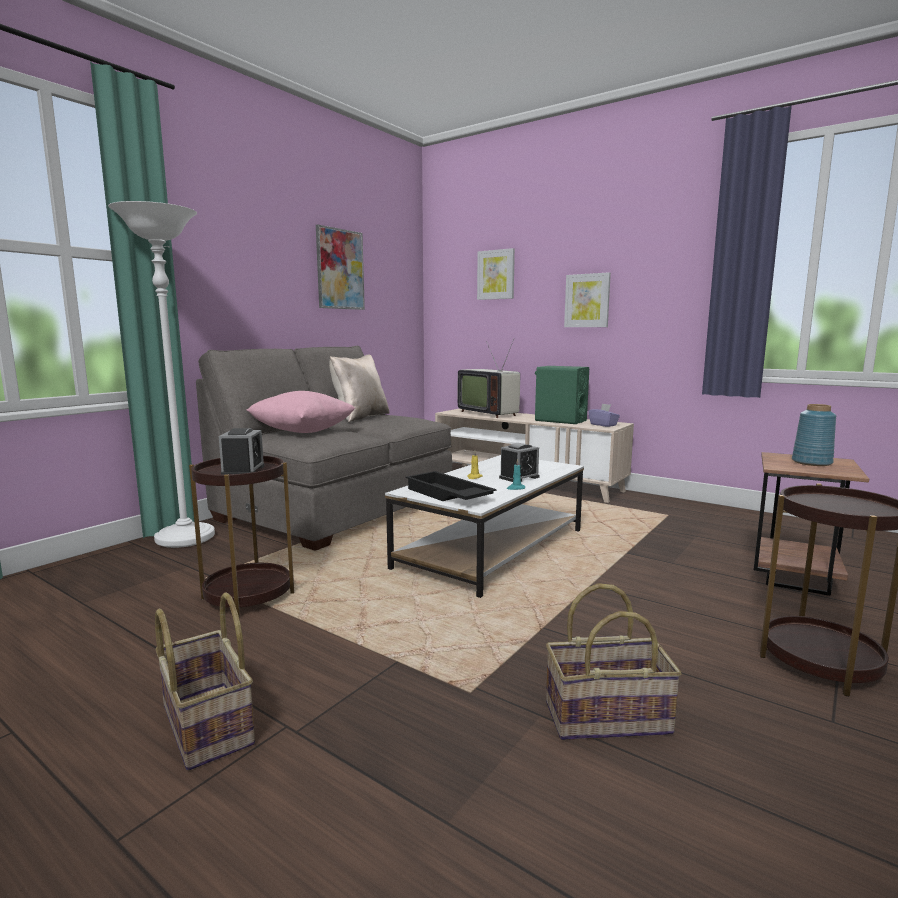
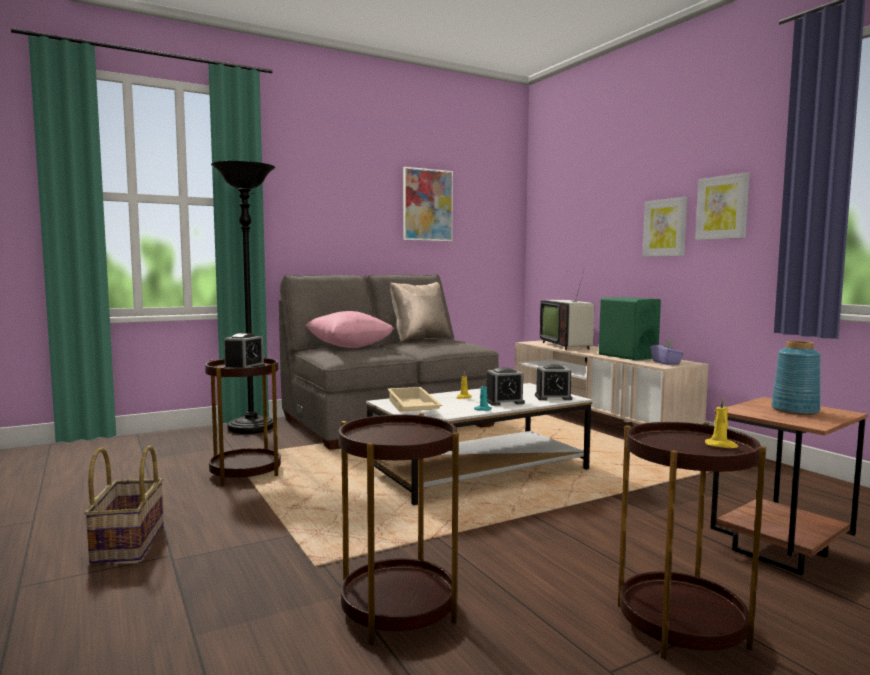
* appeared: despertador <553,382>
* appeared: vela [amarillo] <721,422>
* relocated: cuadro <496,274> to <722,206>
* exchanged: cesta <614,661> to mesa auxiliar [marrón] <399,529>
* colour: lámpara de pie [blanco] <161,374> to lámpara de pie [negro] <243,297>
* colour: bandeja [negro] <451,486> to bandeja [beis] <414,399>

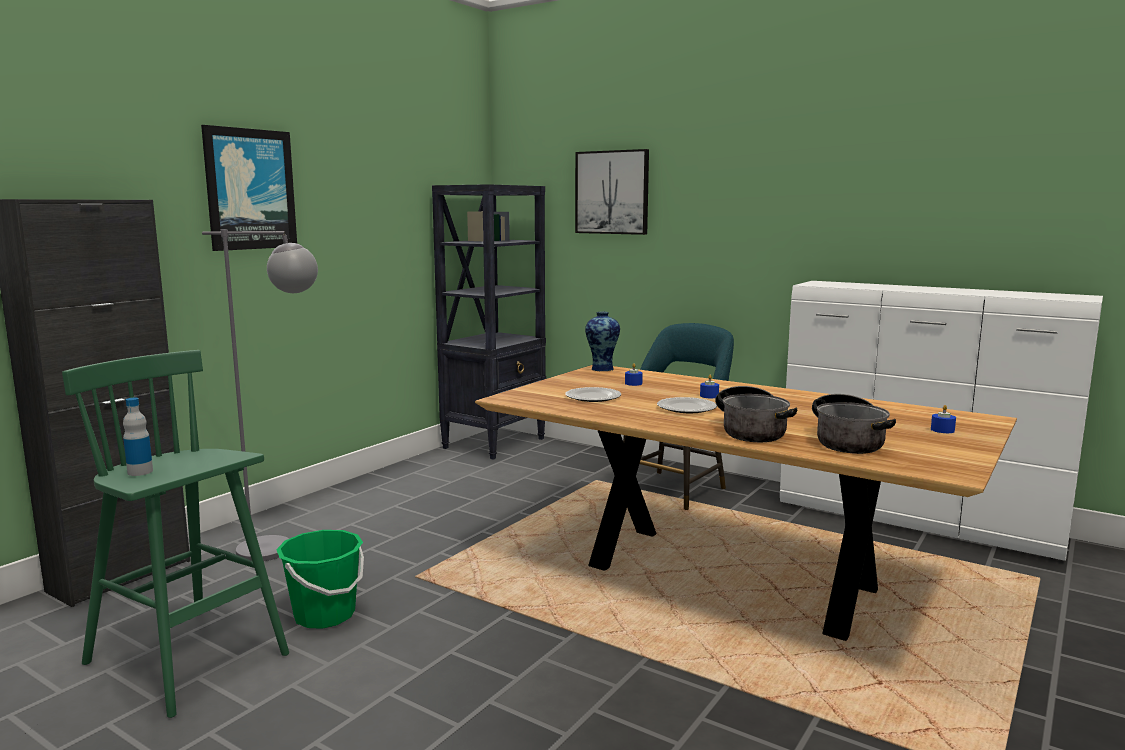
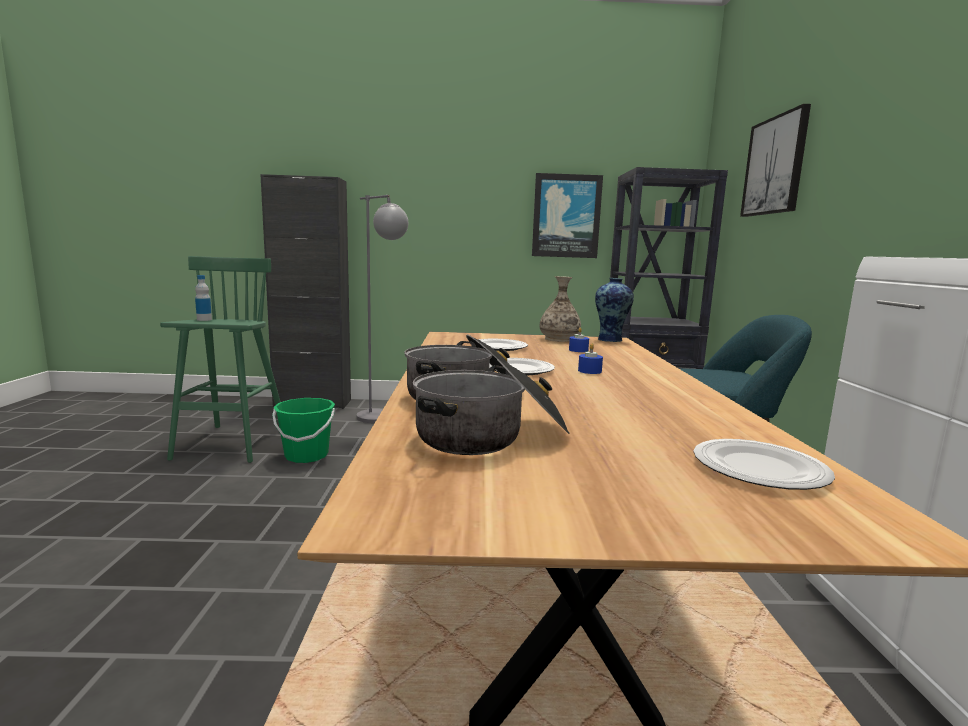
* missing: vela [azul] <943,419>
* appeared: florero <560,309>
* appeared: plato <764,464>
* relocated: cuadro <249,188> to <567,215>

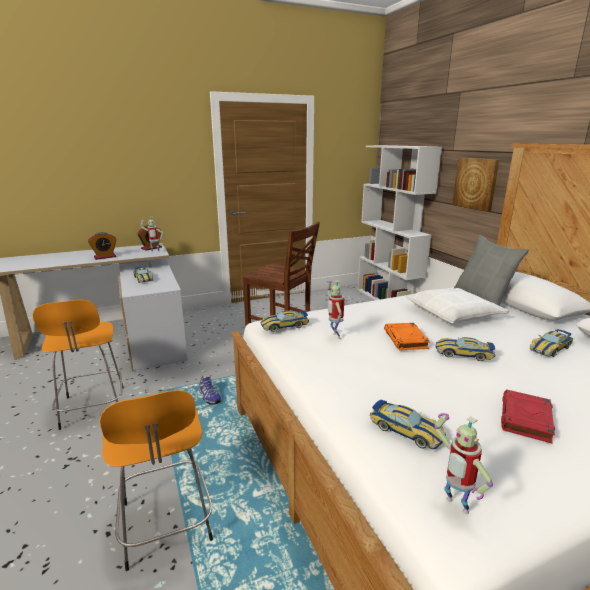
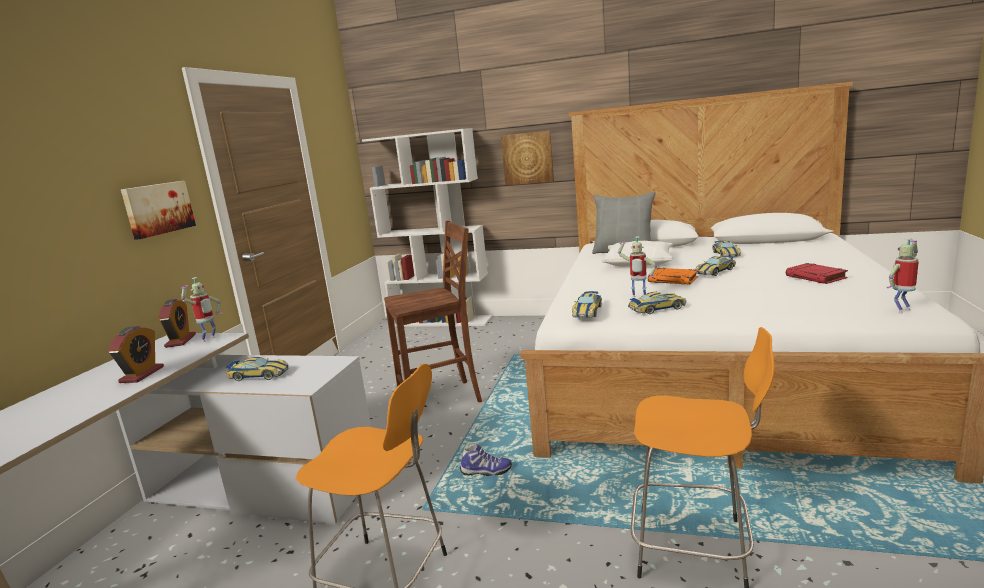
* appeared: cuadro <158,210>
* relocated: coche de juguete <408,424> to <657,303>
* spun: robot de juguete <464,463> = <903,276> 150 degrees clockwise

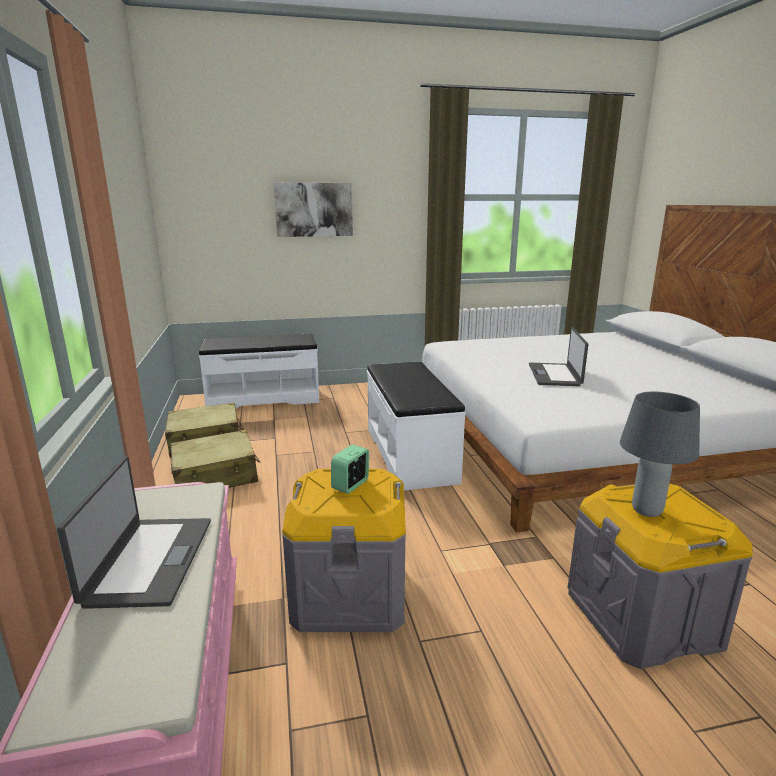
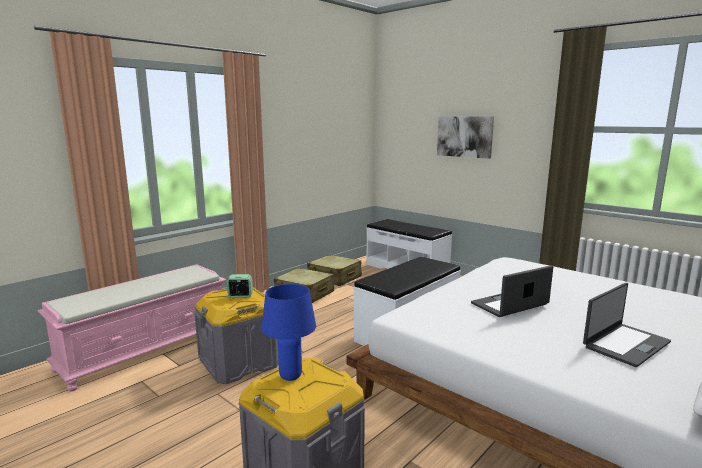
* relocated: portátil <134,532> to <627,325>
* colour: lámpara de mesa [gris] <660,454> to lámpara de mesa [azul] <288,332>

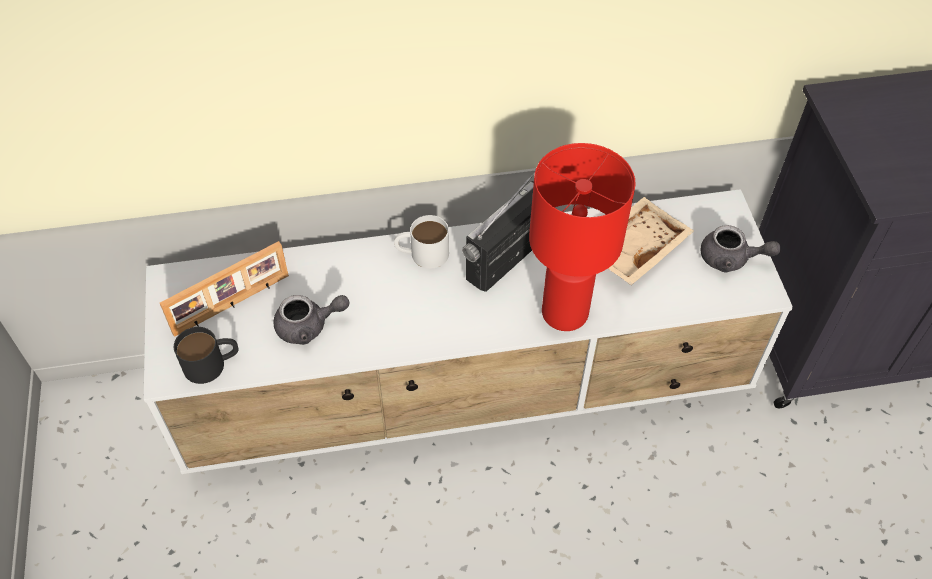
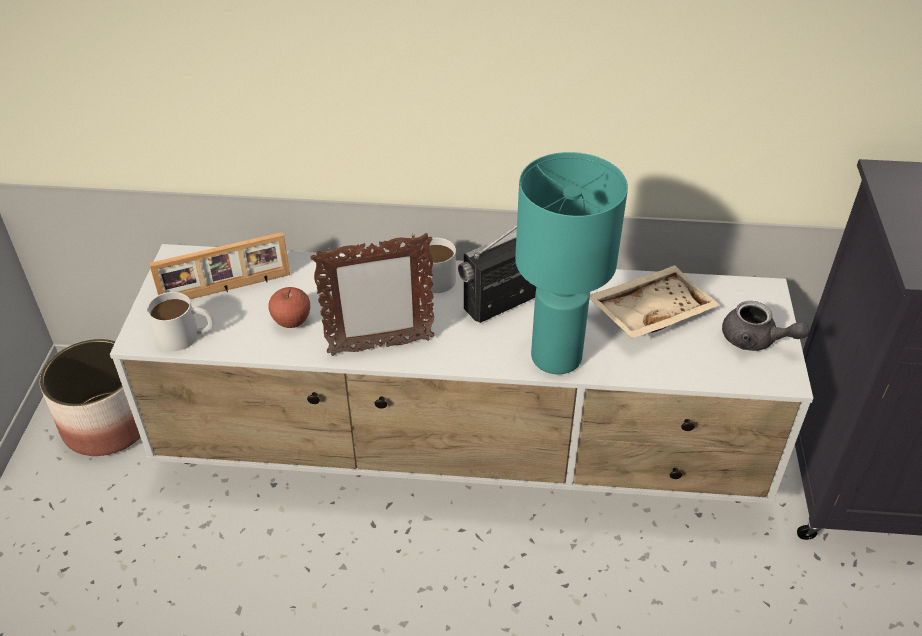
* appeared: maceta <90,397>
* appeared: portarretratos <373,294>
* exchanged: tetera [gris] <312,320> to manzana <289,307>
* colour: taza grande [negro] <206,355> to taza grande [blanco] <180,321>
* colour: lámpara de mesa [rojo] <582,237> to lámpara de mesa [turquesa] <571,263>

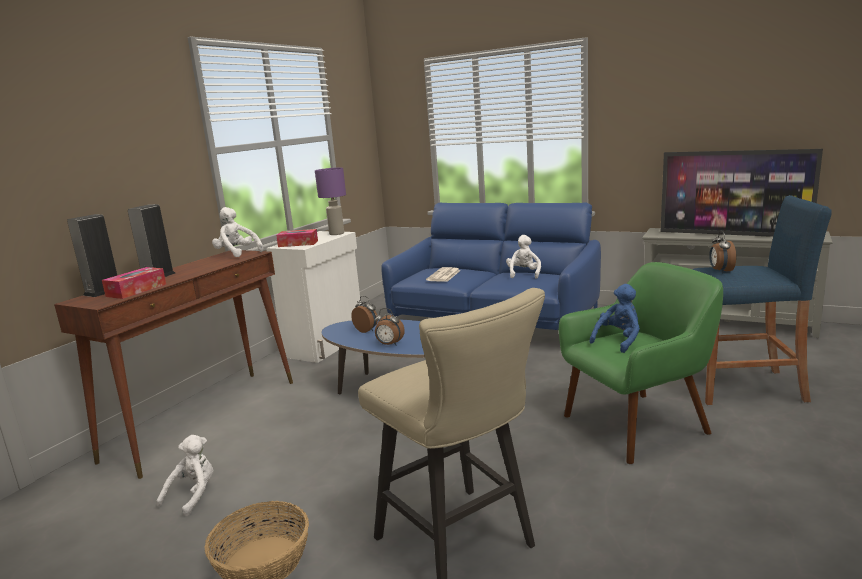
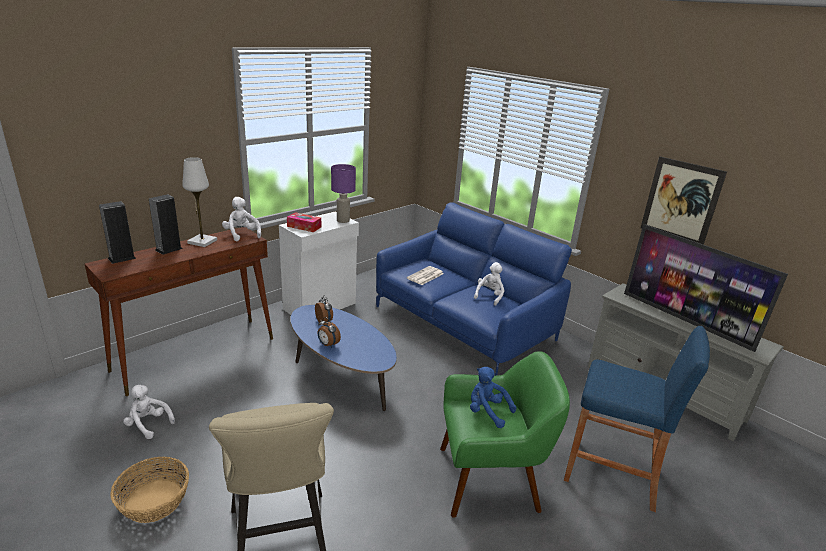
* missing: caja de pañuelos <134,283>
* missing: despertador <722,252>
* appeared: lámpara de mesa [blanco] <199,202>
* appeared: cuadro <684,200>
* spun: peluche [blanco] <184,475> = <149,412> 105 degrees counterclockwise
* spun: peluche [azul] <614,318> = <493,397> 120 degrees counterclockwise

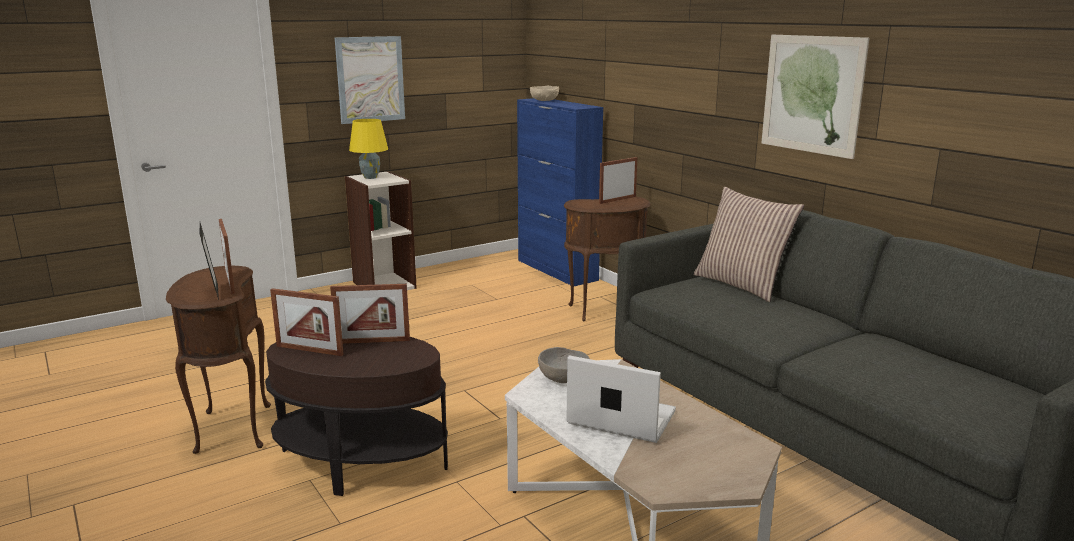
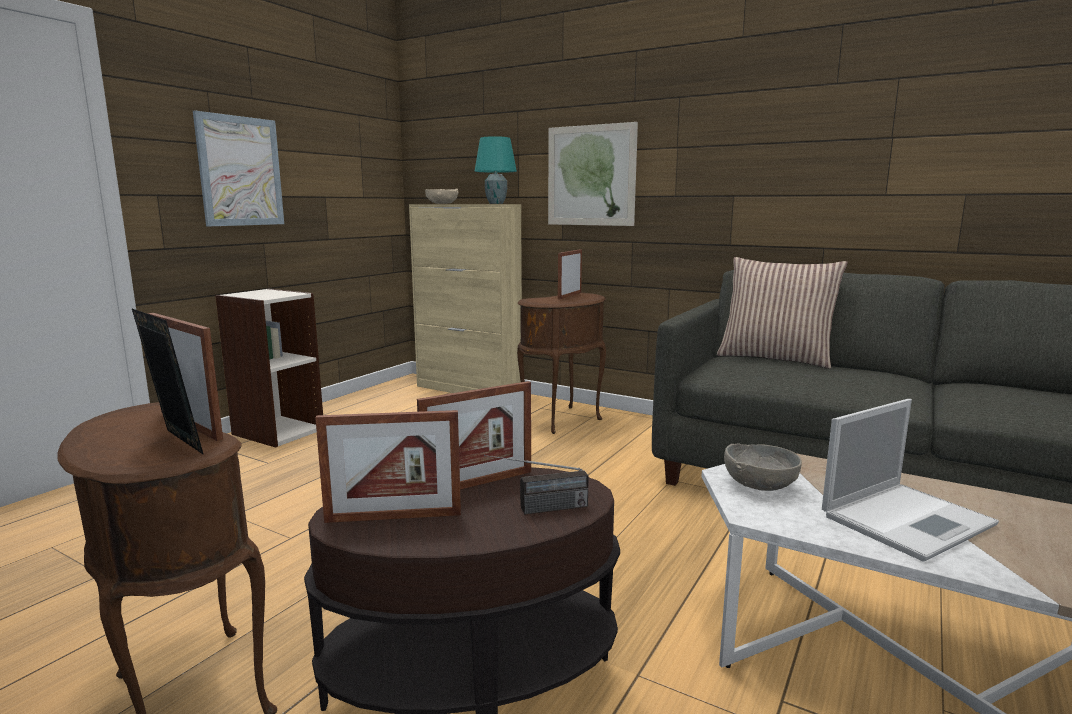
* missing: lámpara de mesa [amarillo] <368,149>
* appeared: lámpara de mesa [turquesa] <496,170>
* appeared: radio <536,484>
* relocated: cuadro <815,97> to <593,174>
* colour: armario [azul] <560,192> to armario [beis] <465,298>
* spun: portátil <621,399> = <910,480> 150 degrees clockwise

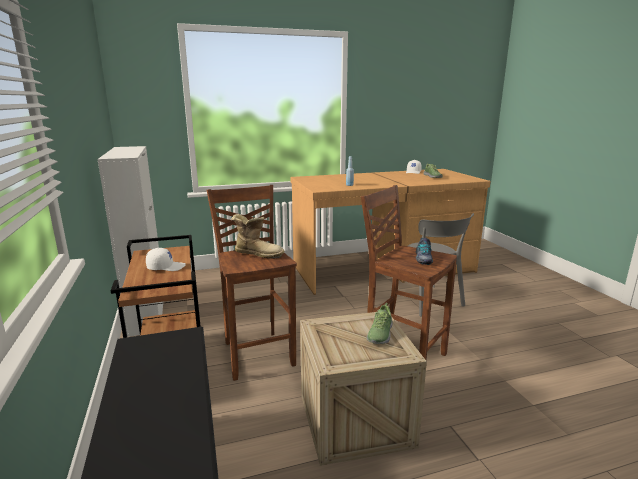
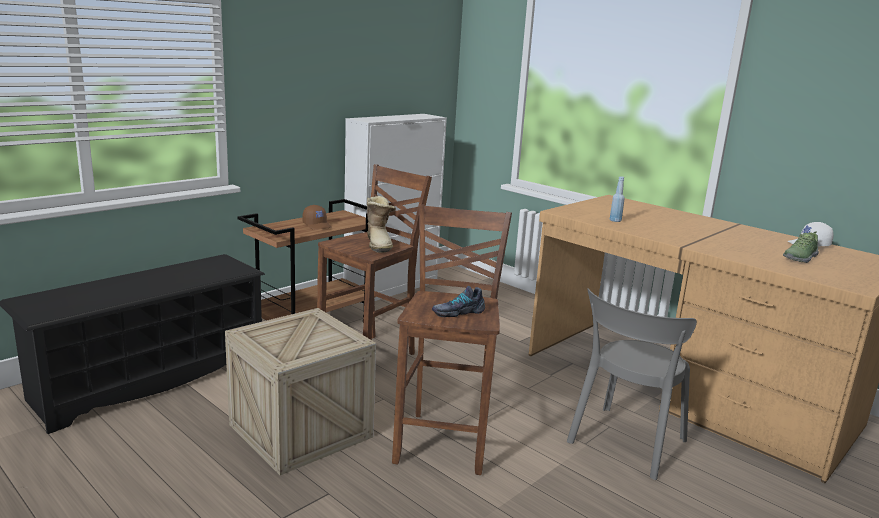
* missing: zapato <380,323>
* colour: gorra [blanco] <166,259> to gorra [marrón] <317,217>

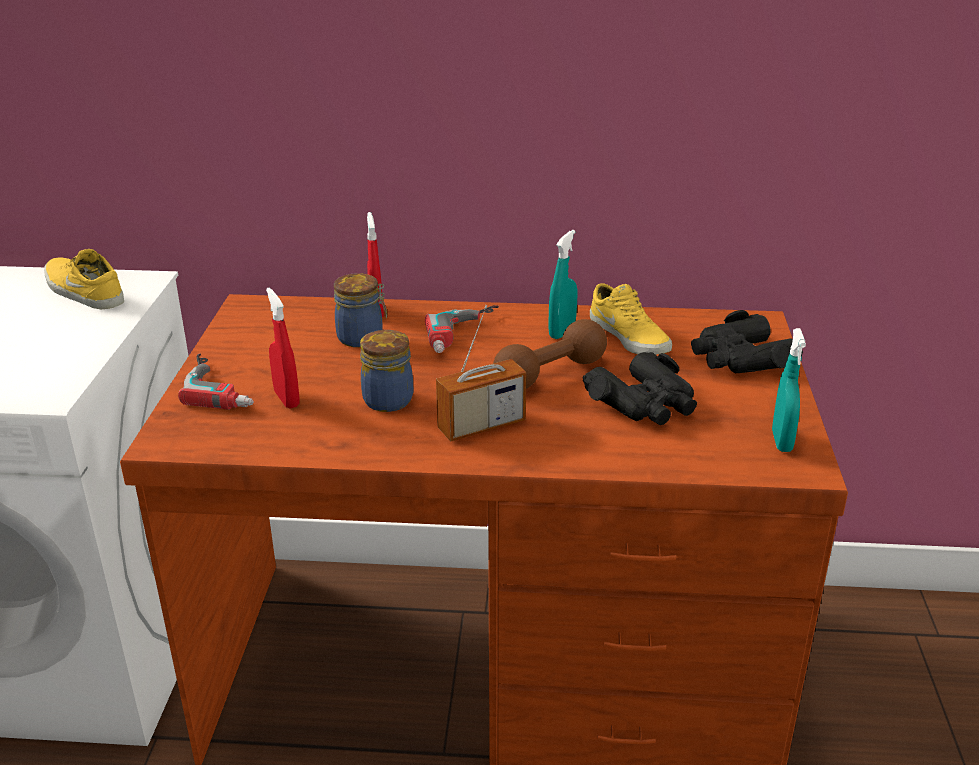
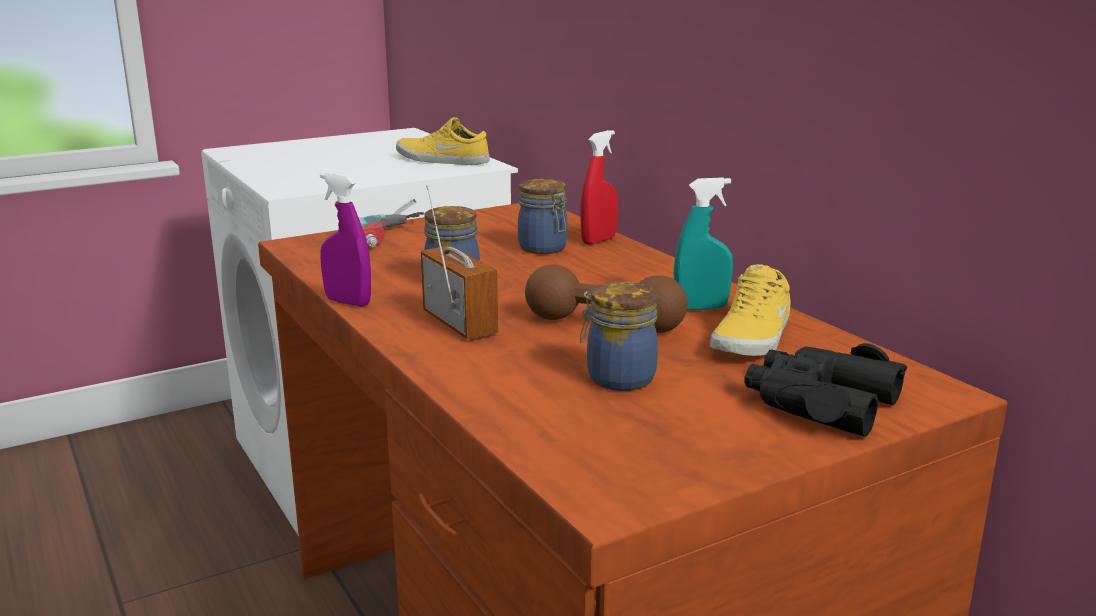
* missing: pulverizador [rojo] <283,348>
* missing: taladro <462,329>
* missing: pulverizador [turquesa] <789,390>
* appeared: pulverizador [morado] <345,239>
* exchanged: prismáticos [negro] <640,388> to tarro <619,336>
* spun: zapato [amarillo] <84,279> = <443,141> 75 degrees counterclockwise
* spun: radio <481,373> = <459,262> 150 degrees counterclockwise

